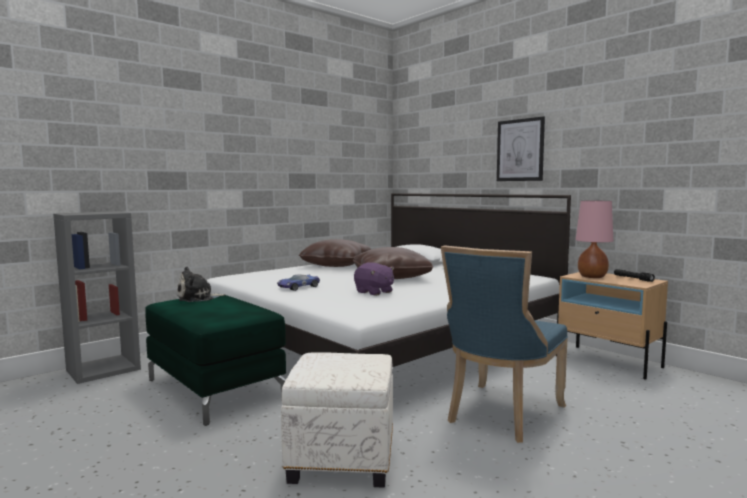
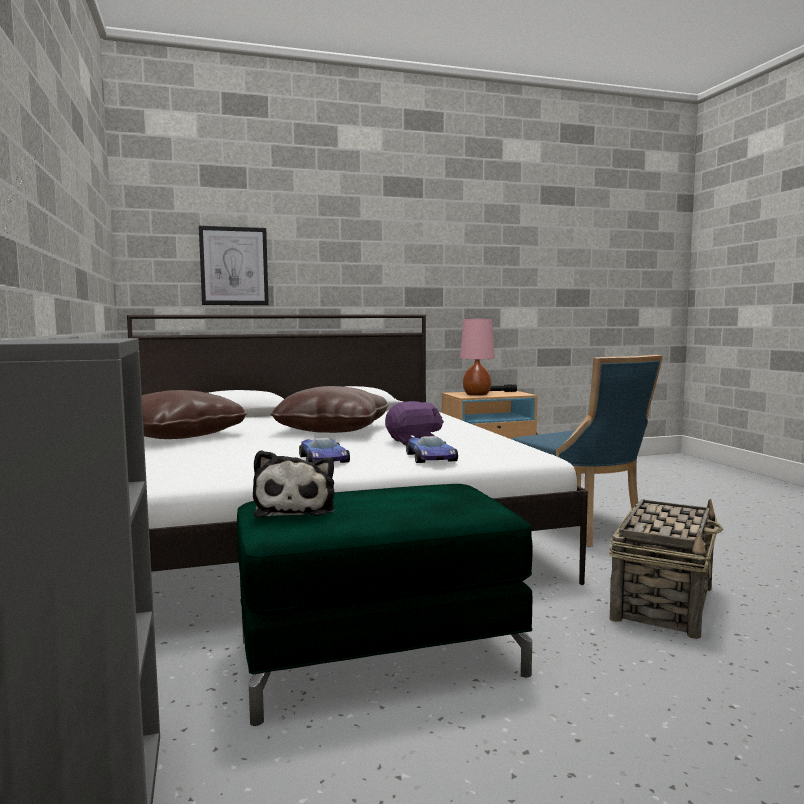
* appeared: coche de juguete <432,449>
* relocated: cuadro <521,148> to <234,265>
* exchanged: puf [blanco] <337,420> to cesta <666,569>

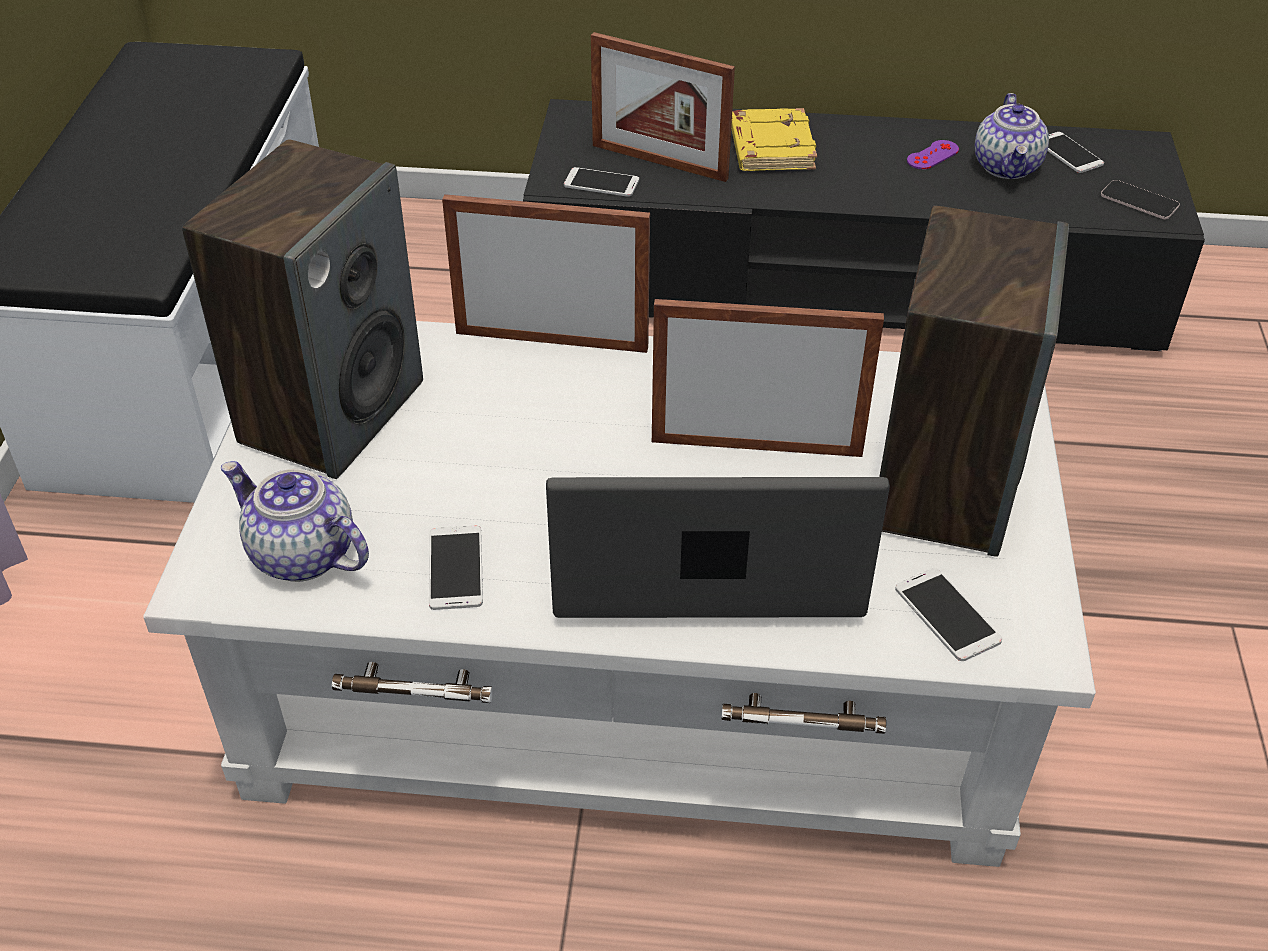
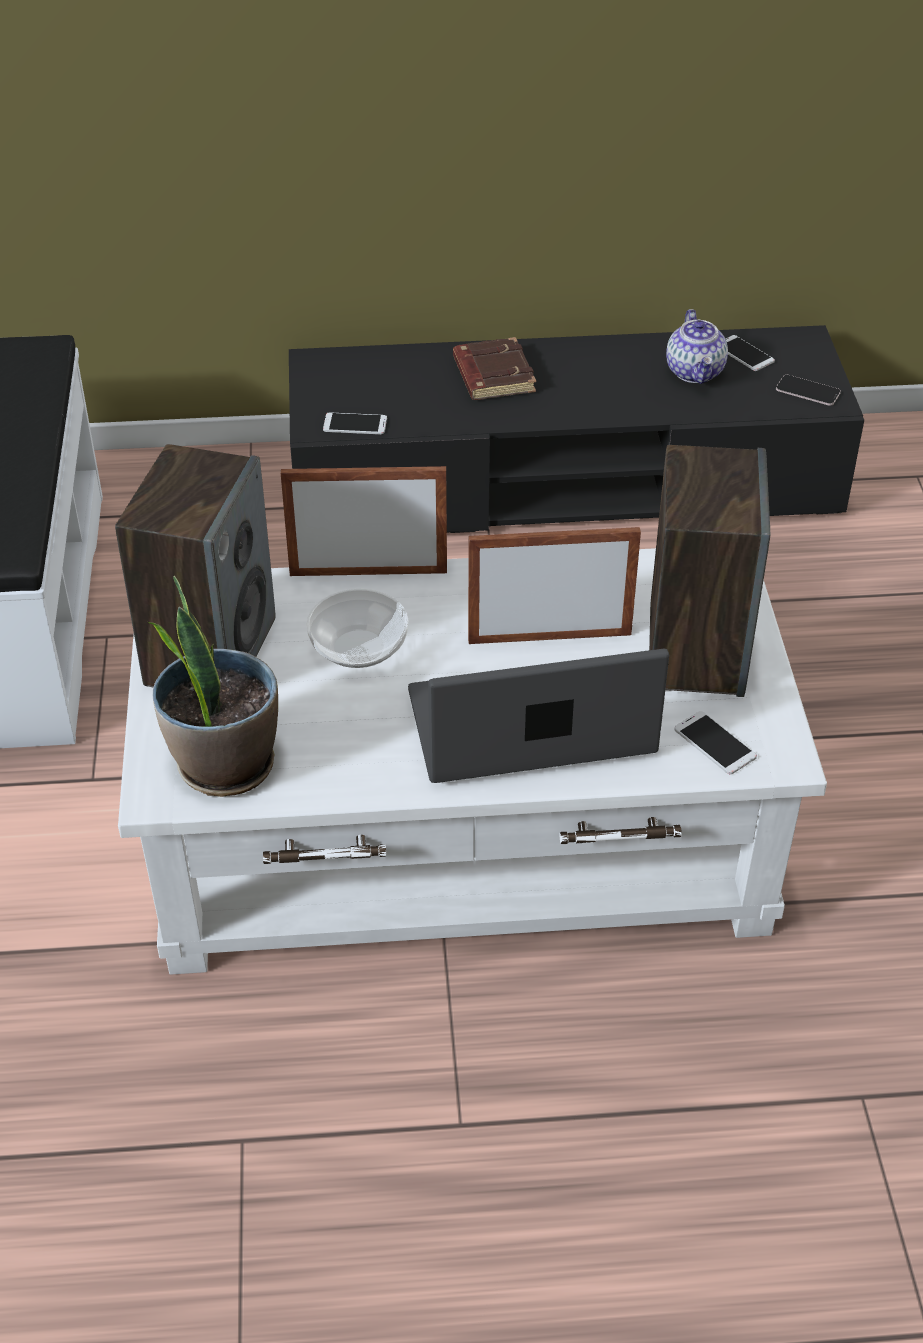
* missing: móvil <456,568>
* missing: portarretratos <663,107>
* missing: mando de consola [morado] <933,154>
* appeared: cuenco <357,628>
* exchanged: tetera <295,521> to planta en maceta <213,686>
* colour: libro [amarillo] <774,139> to libro [marrón] <494,368>

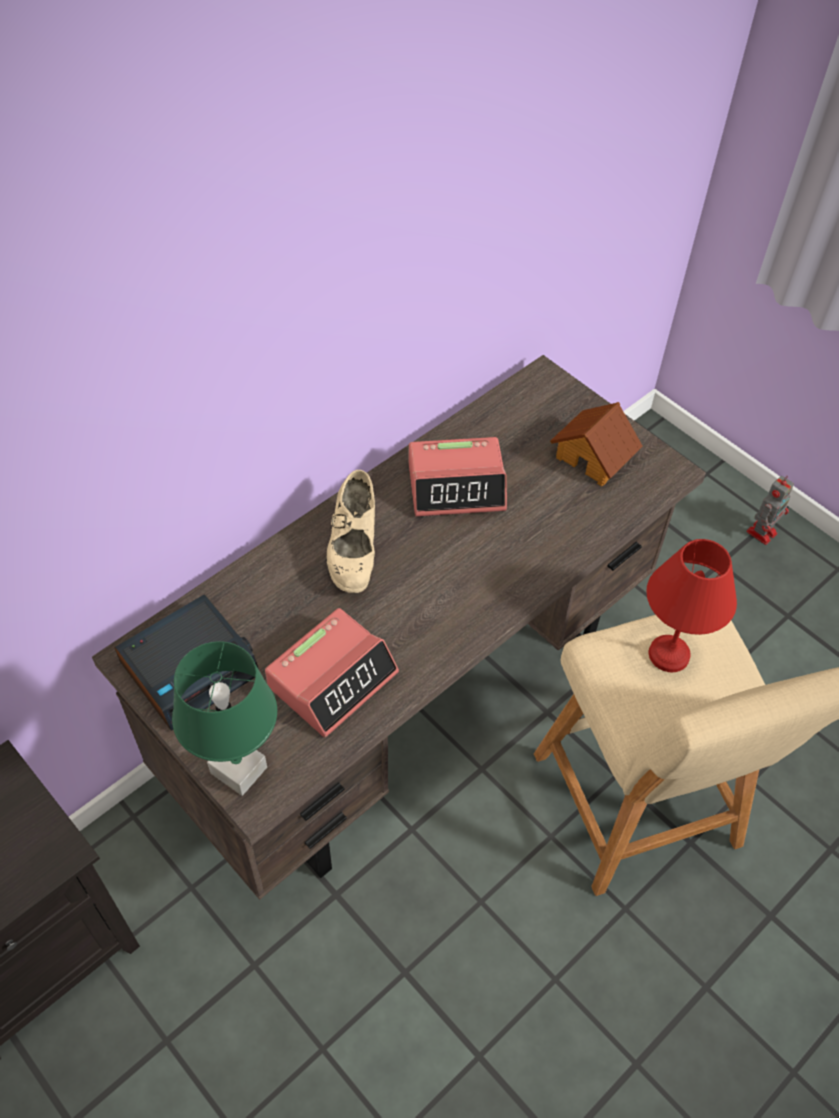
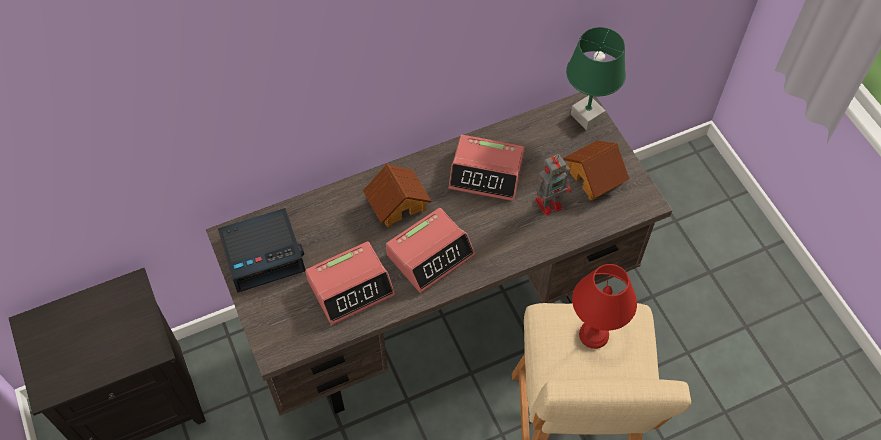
* appeared: despertador <430,250>
* relocated: lámpara de mesa [verde] <224,718> to <596,78>
* relocated: robot de juguete <770,510> to <552,185>
* exchanged: zapato [beis] <351,531> to casita <397,195>

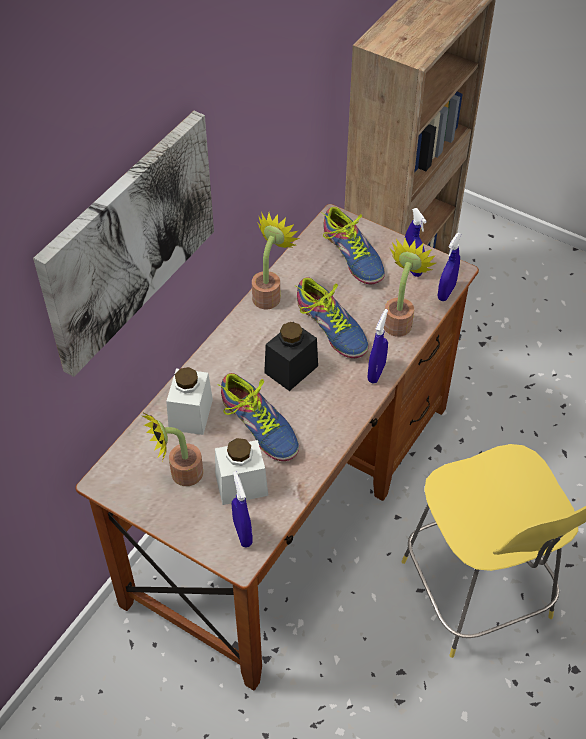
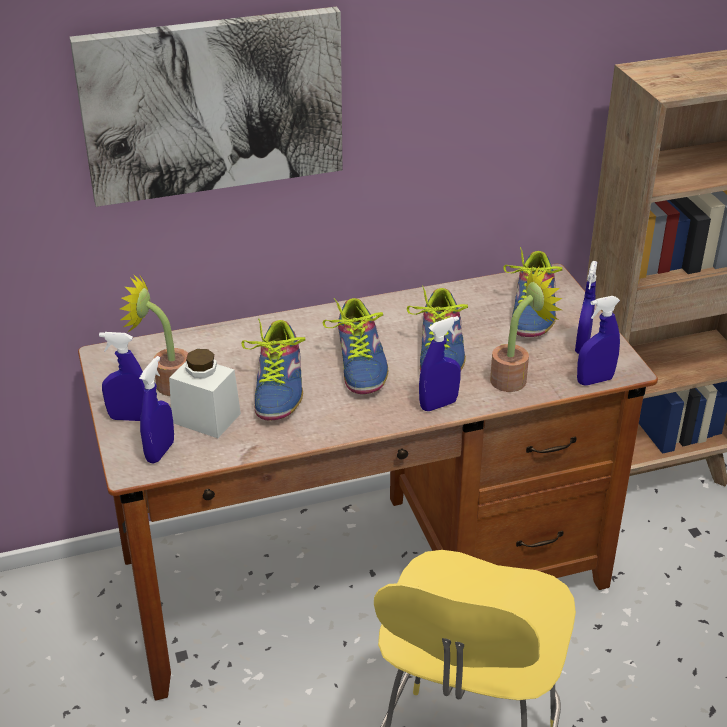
* missing: tarro [blanco] <189,401>
* missing: planta en maceta <276,261>
* appeared: pulverizador [azul] <122,376>
* exchanged: tarro [negro] <291,356> to zapato <355,346>

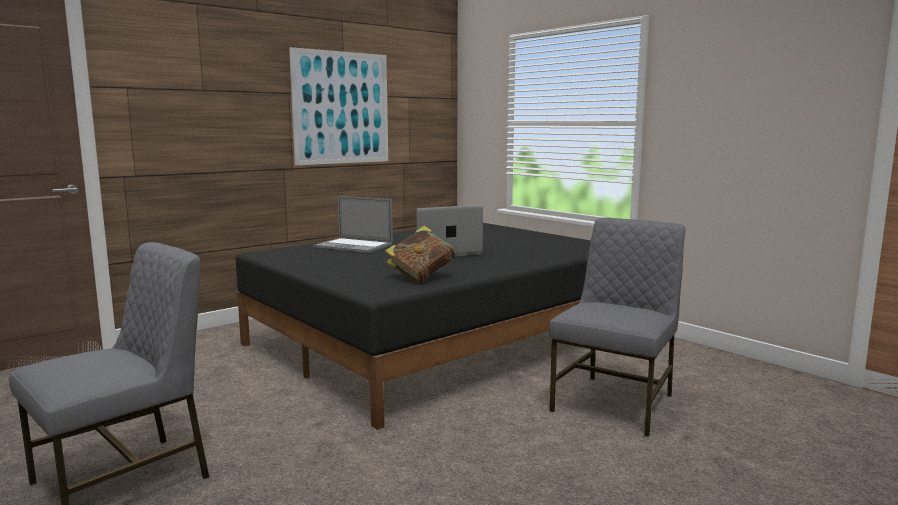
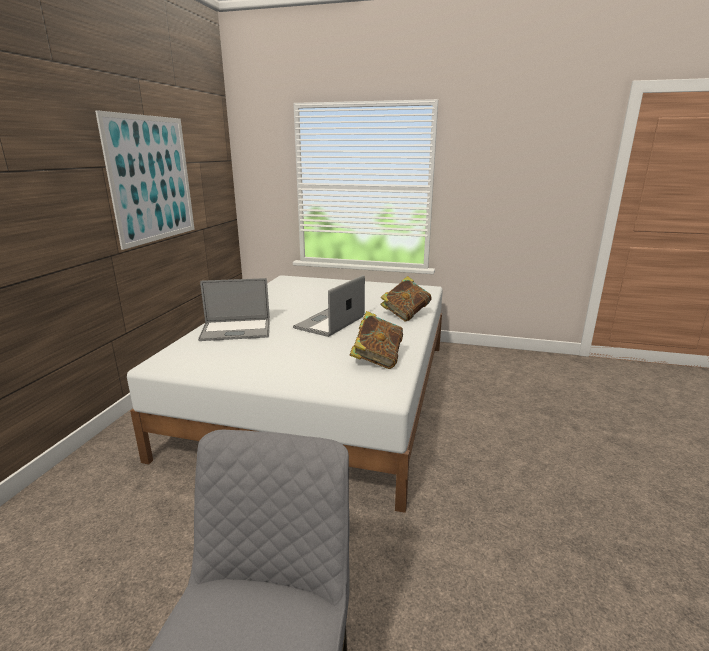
* missing: silla [gris] <617,327>
* appeared: libro <406,299>
* colour: cama [negro] <413,326> to cama [blanco] <285,394>

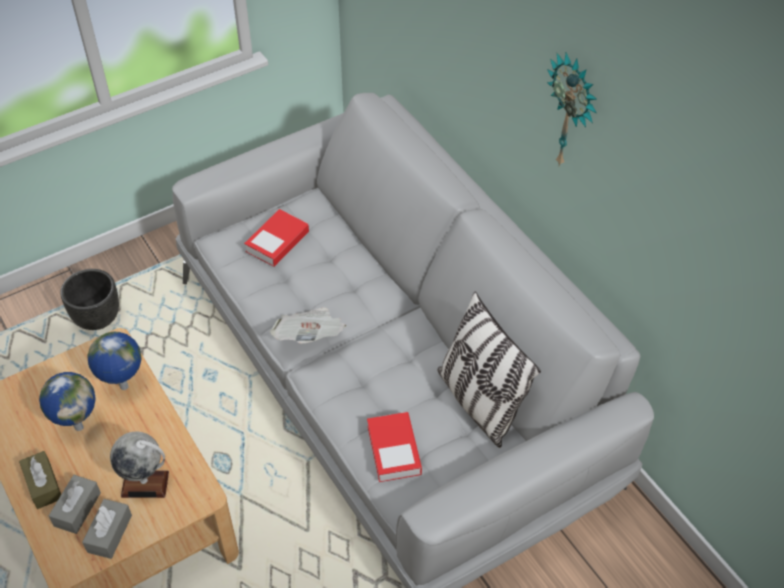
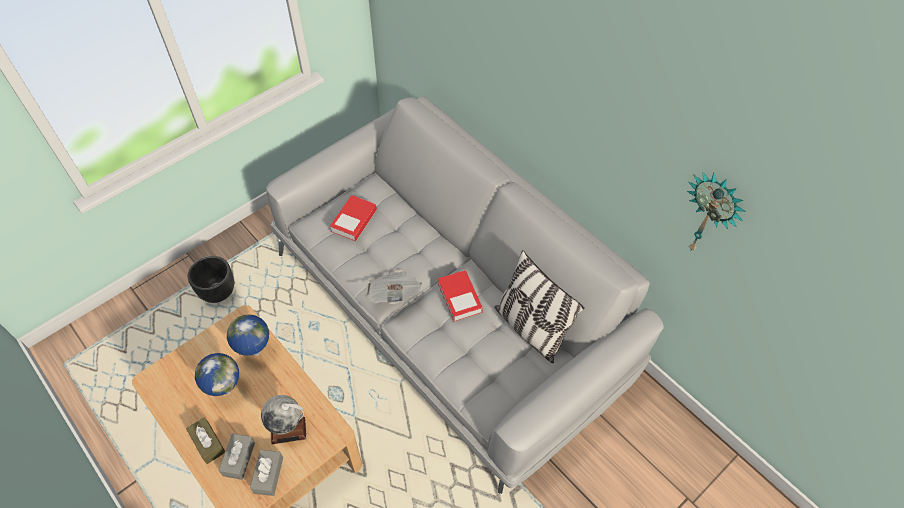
* relocated: libro <394,447> to <460,296>
* relocated: reloj de pared <572,109> to <716,211>

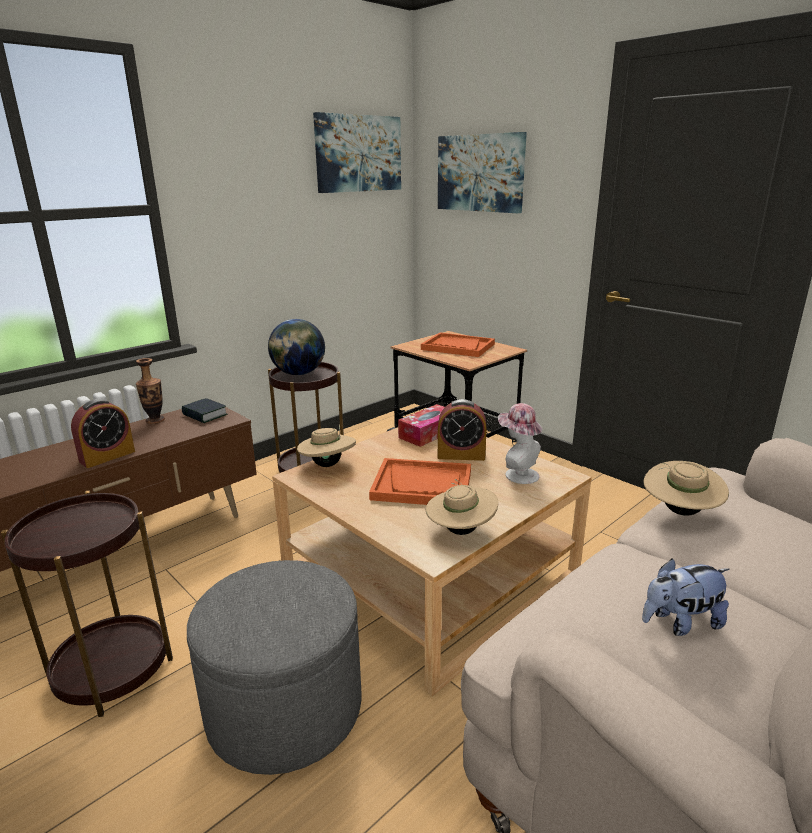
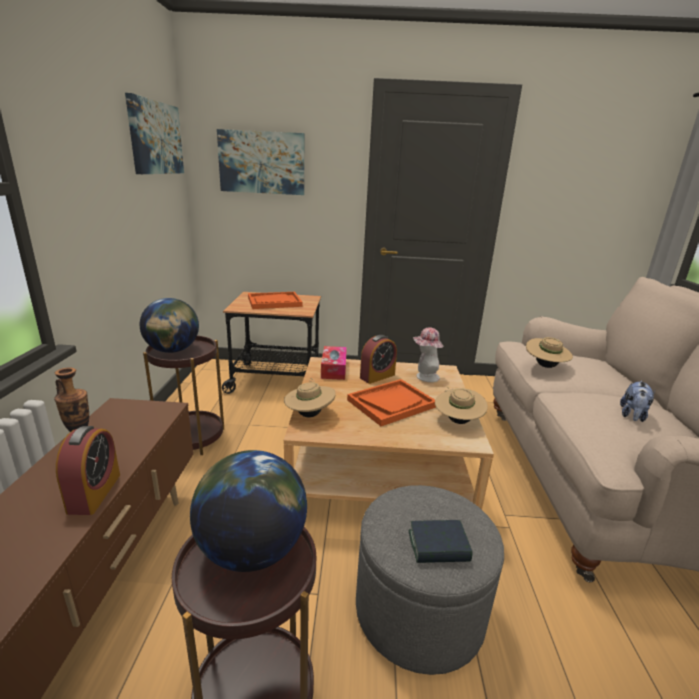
* appeared: globo terráqueo <248,511>
* relocated: libro <204,410> to <440,541>

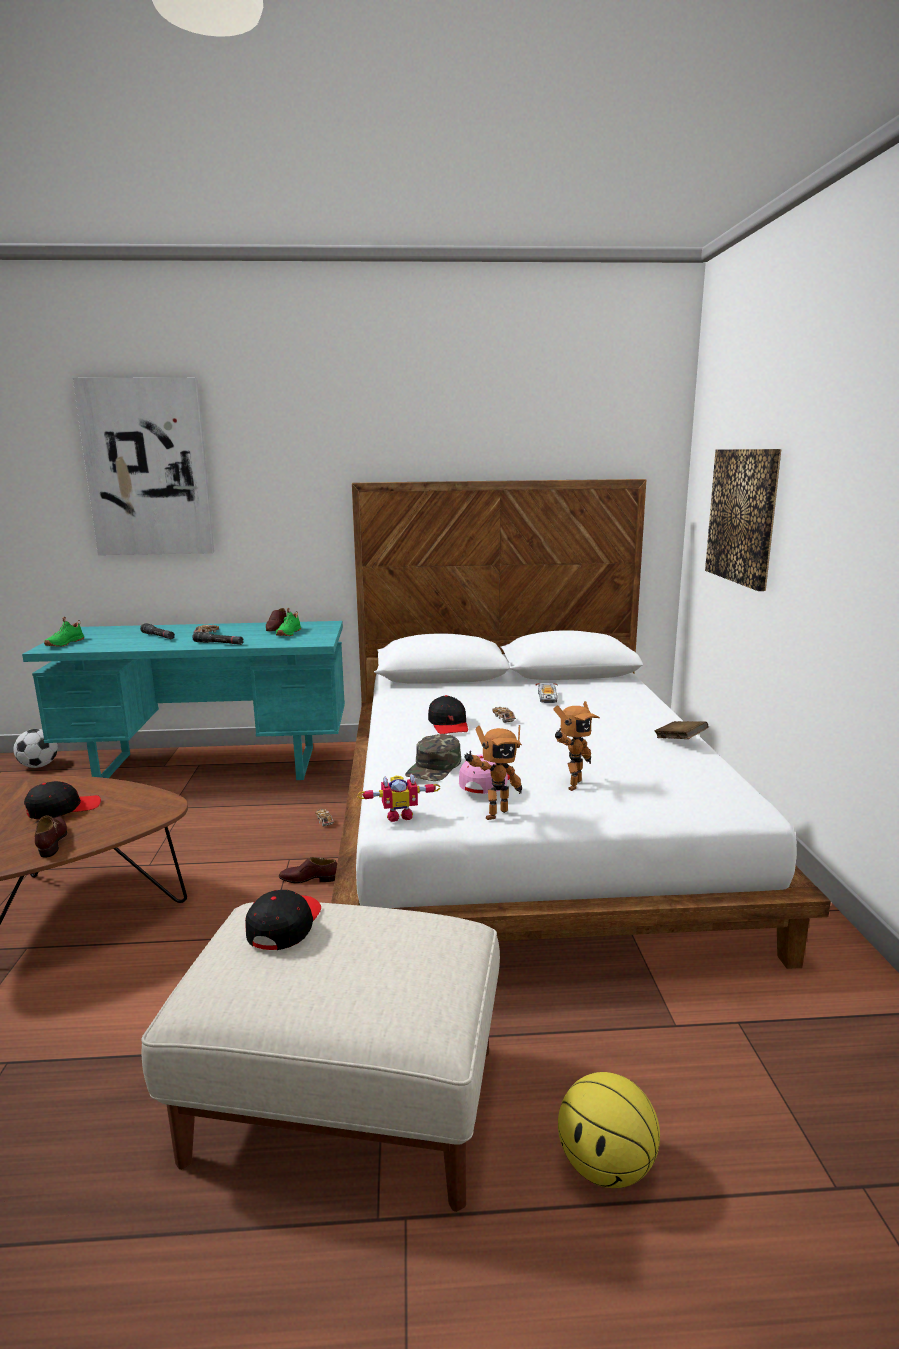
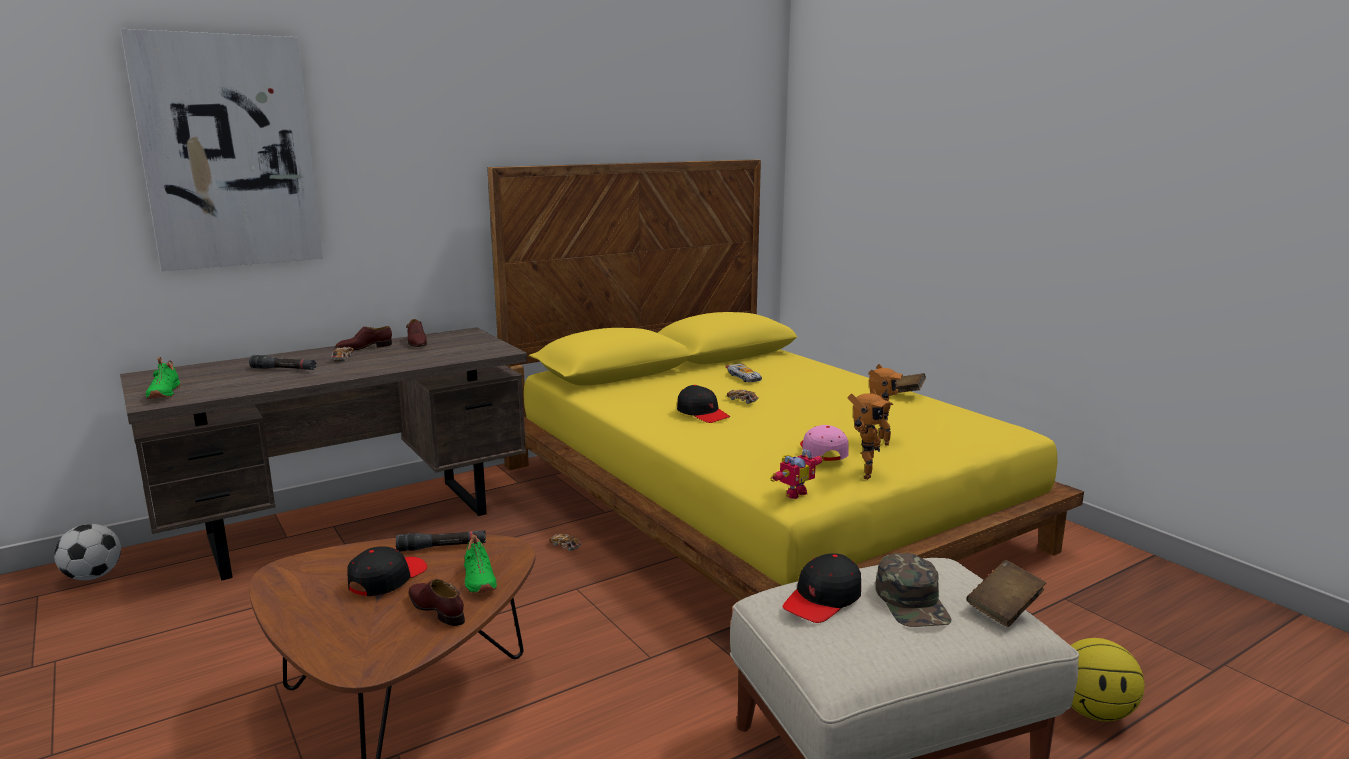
* missing: cuadro <743,520>
* appeared: libro [marrón] <1006,593>
* relocated: linterna [negro] <218,638> to <441,541>
* relocated: zapato [verde] <288,622> to <480,563>
* relocated: zapato [marrón] <308,870> to <363,338>
* relocated: gorra [verde] <433,757> to <913,590>
* colour: escritorio [turquesa] <183,700> to escritorio [marrón] <323,454>
* colour: cama [blanco] <581,724> to cama [amarillo] <785,380>
* spun: gorra [negro] <283,920> = <821,588> 120 degrees counterclockwise

